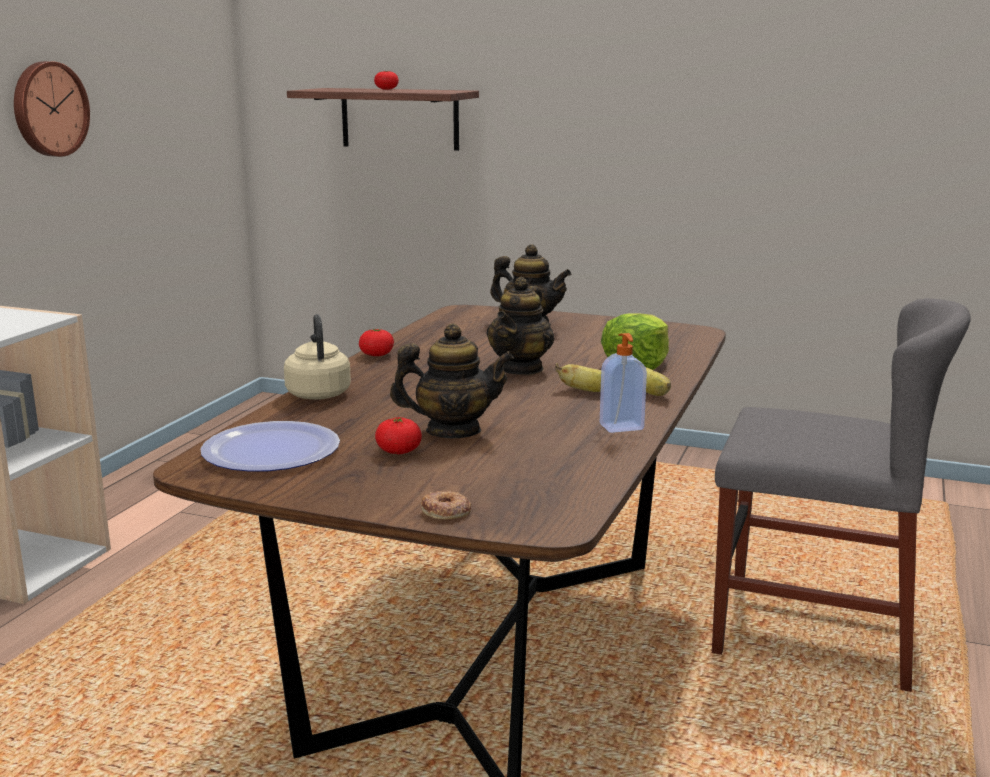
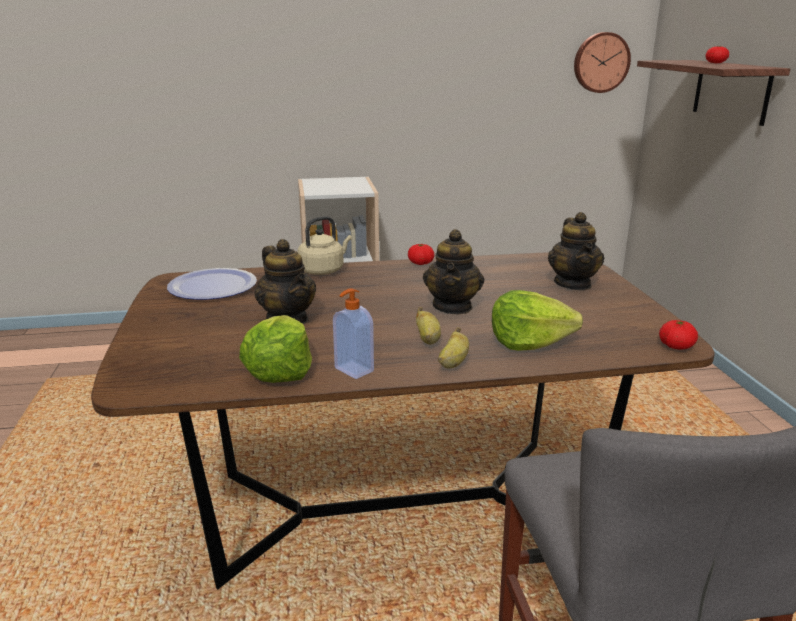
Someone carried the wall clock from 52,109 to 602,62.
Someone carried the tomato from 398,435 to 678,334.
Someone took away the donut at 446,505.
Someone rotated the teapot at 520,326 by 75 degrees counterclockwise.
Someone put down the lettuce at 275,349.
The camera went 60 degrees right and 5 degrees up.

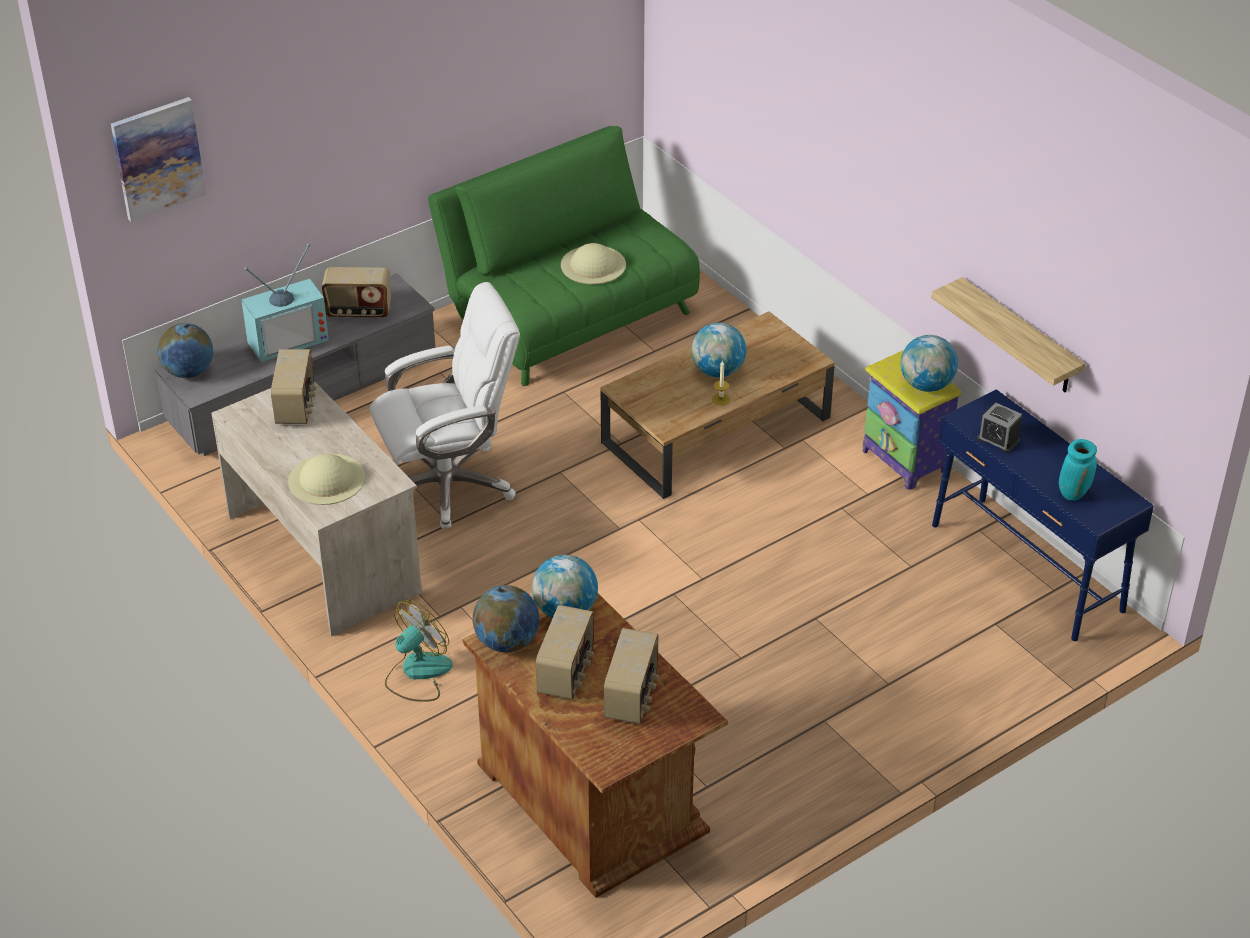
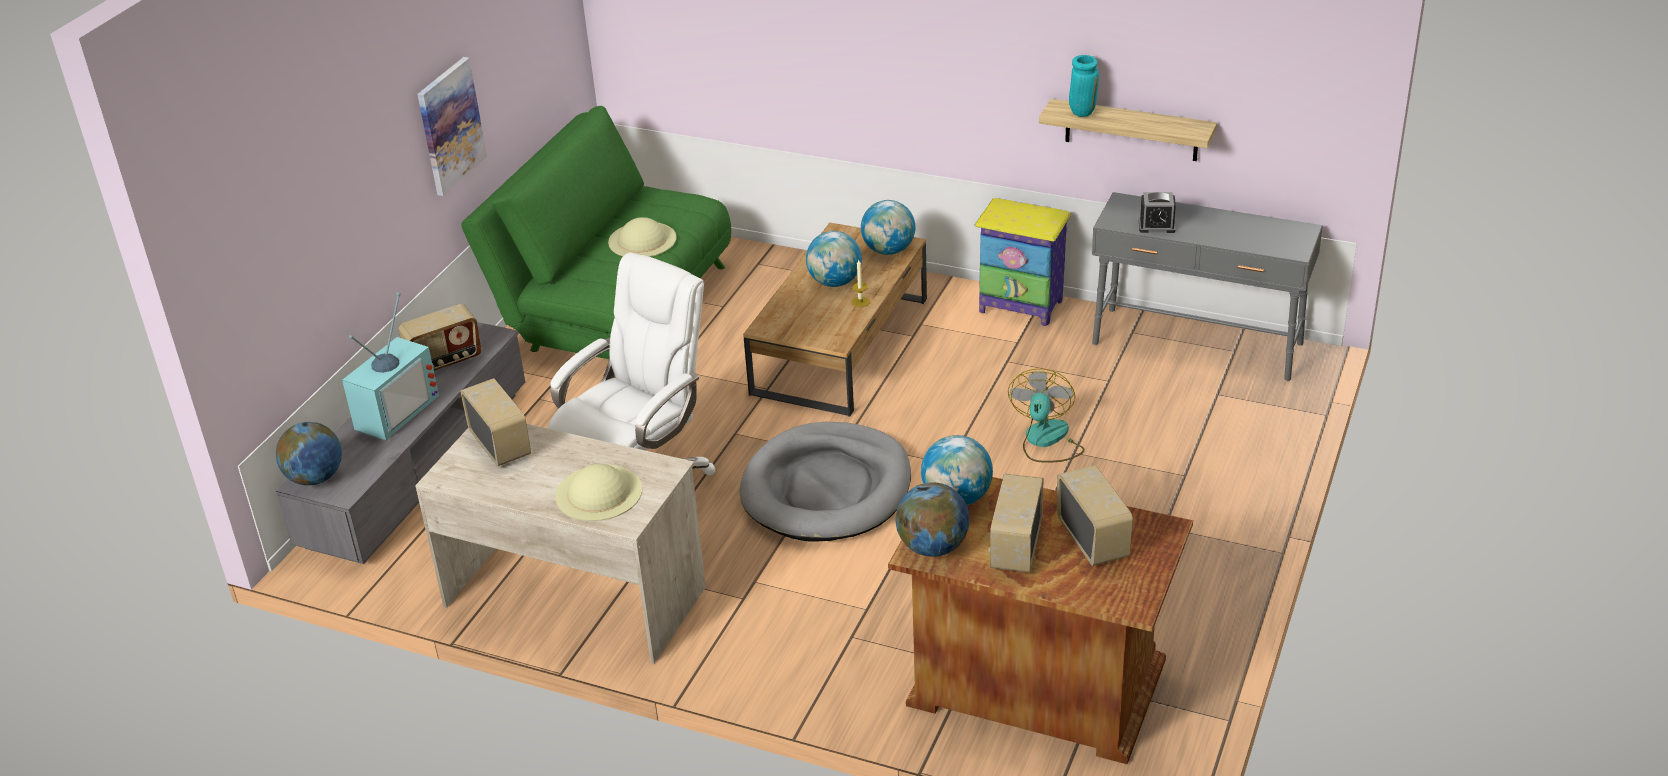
Someone carried the picture from 158,159 to 452,126.
Someone carried the fan from 419,651 to 1046,416.
Someone rotated the radio at 565,652 by 150 degrees counterclockwise.
Someone carried the globe from 929,363 to 888,227.
Someone repainted the blue console table at 1043,515, which became the grey console table at 1207,286.
Someone carried the turquoise vase from 1078,470 to 1084,86.
Someone put down the grey dog bed at 825,482.
The camera went 30 degrees left and 5 degrees down.

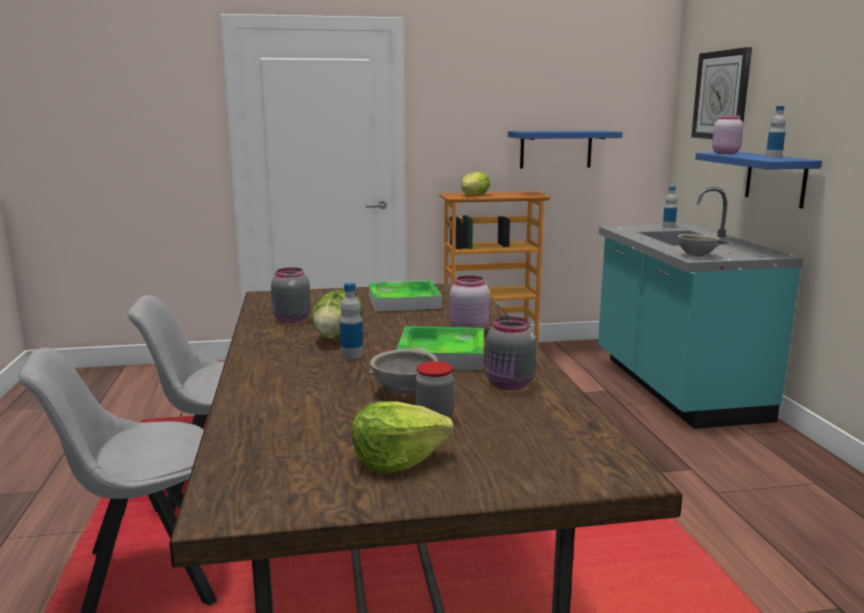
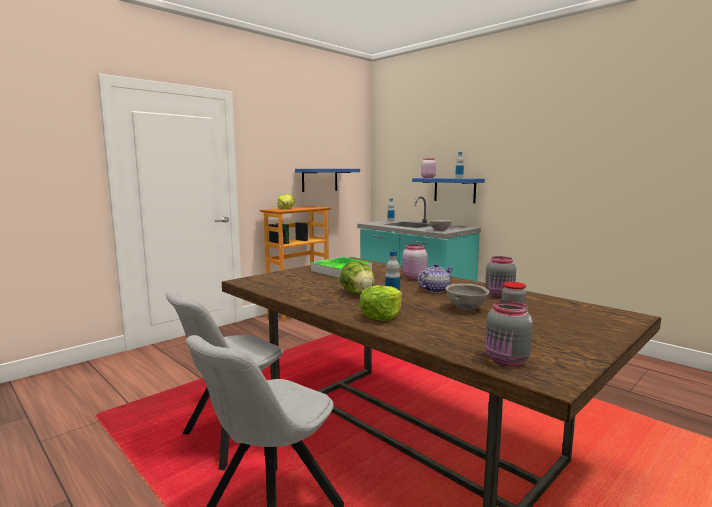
Someone carried the grey jar from 291,295 to 509,333.
Someone carried the lettuce from 403,437 to 380,303.
Someone swapped the tray at 440,348 for the teapot at 435,278.
Someone took away the wall clock at 721,93.
The camera went 35 degrees left and 5 degrees down.

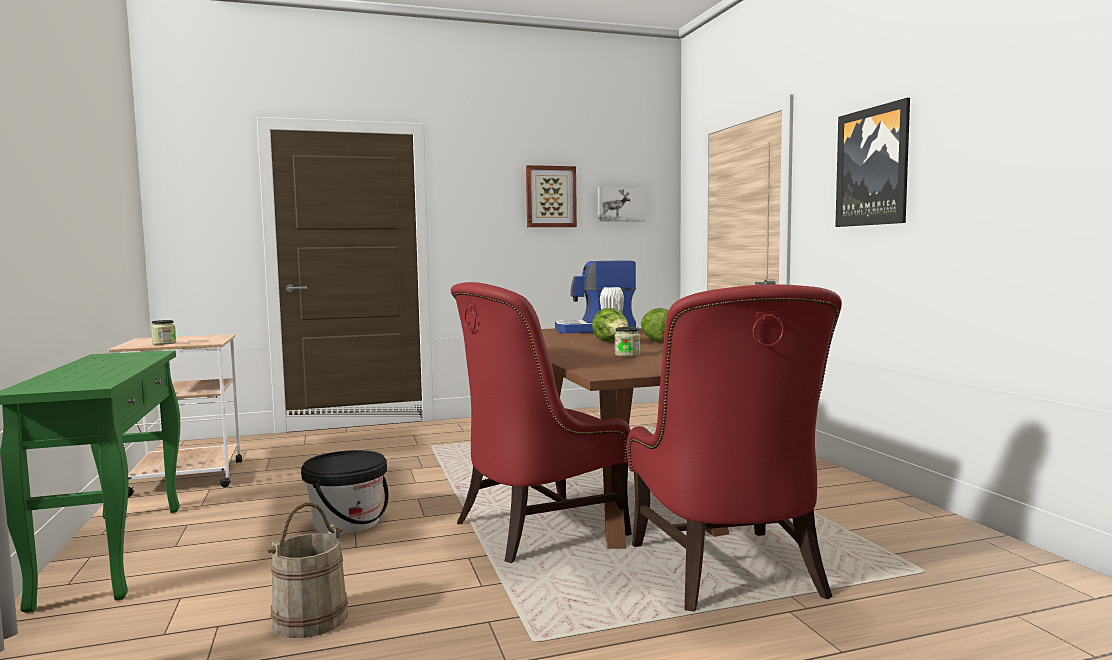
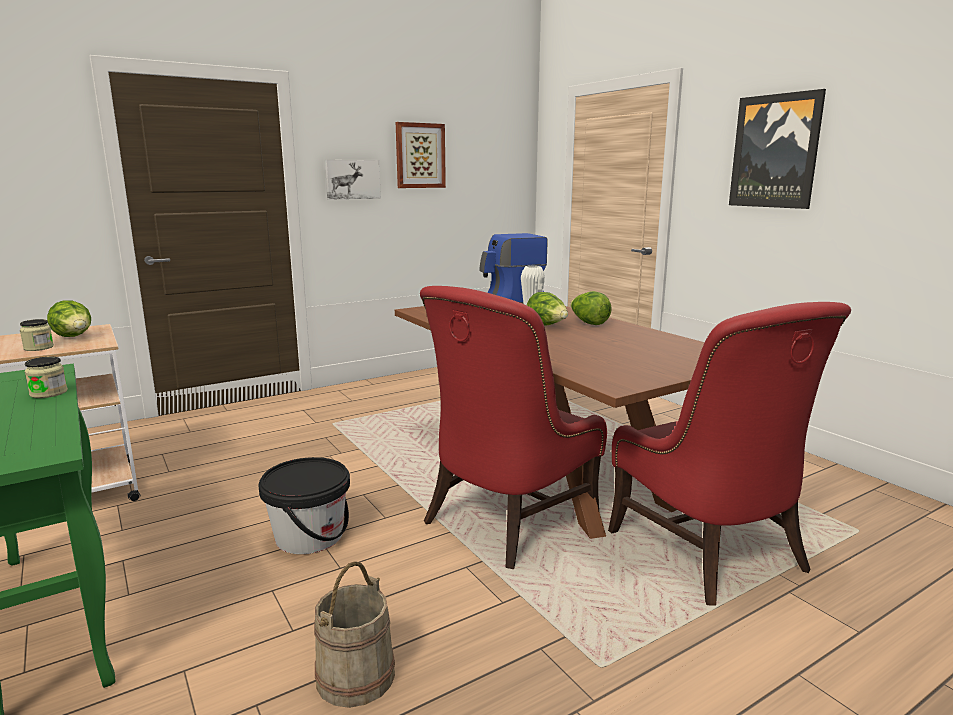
Someone carried the picture from 621,204 to 353,180.
Someone carried the jar from 627,342 to 46,377.
Someone put down the lettuce at 69,318.
The camera went 15 degrees left and 10 degrees up.

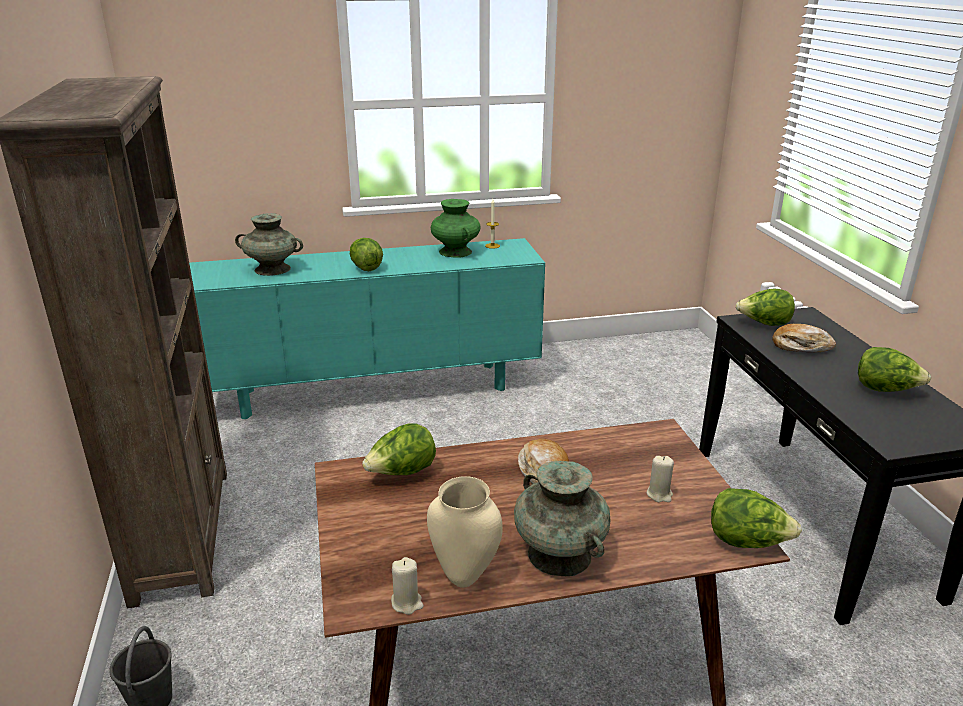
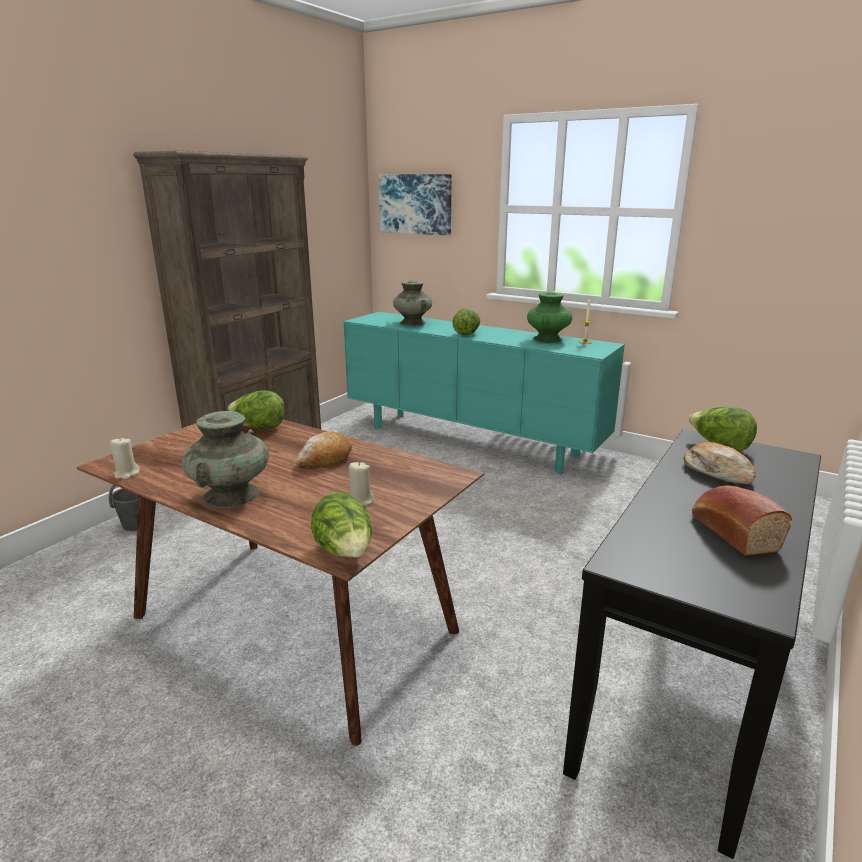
Someone took away the beige vase at 465,532.
Someone swapped the lettuce at 894,369 for the bread at 742,521.
Someone put up the picture at 415,204.
The camera went 45 degrees right and 5 degrees down.

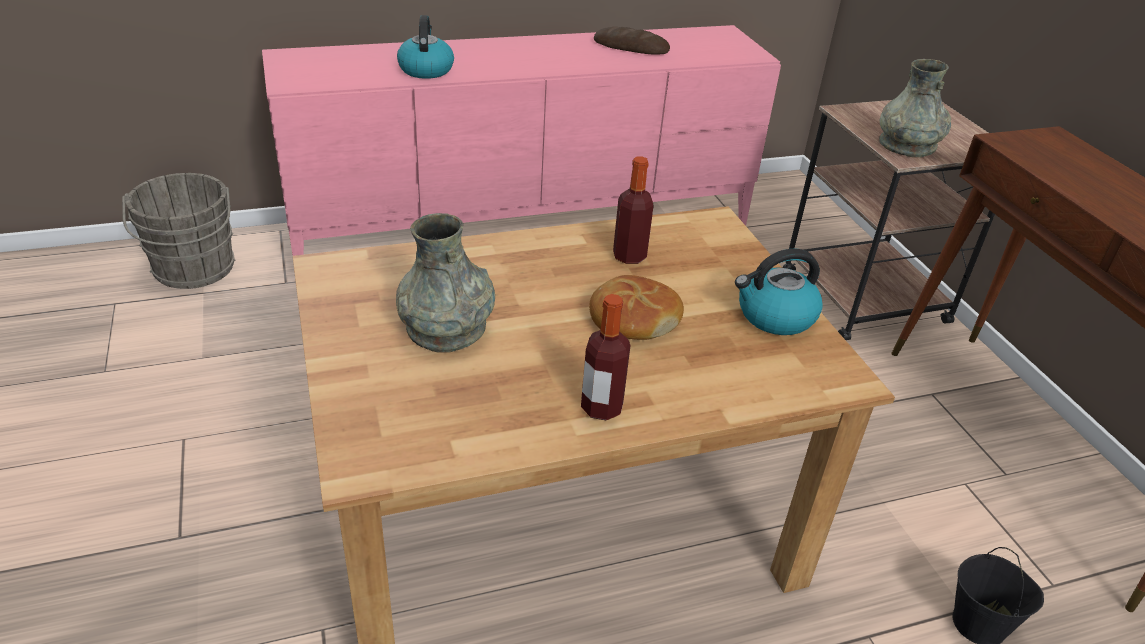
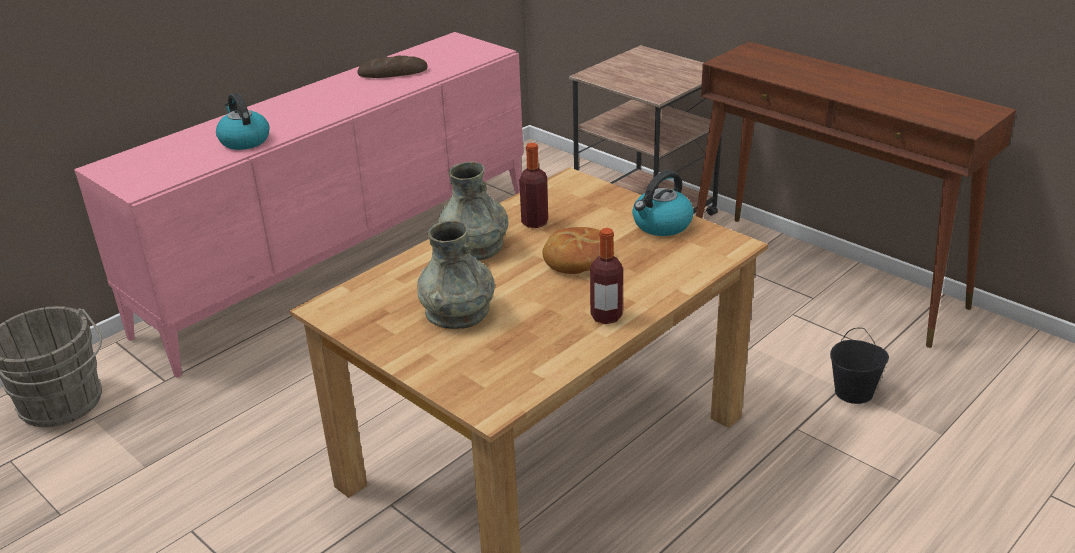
Someone carried the grey vase from 915,108 to 473,211.
The camera went 25 degrees left and 5 degrees down.

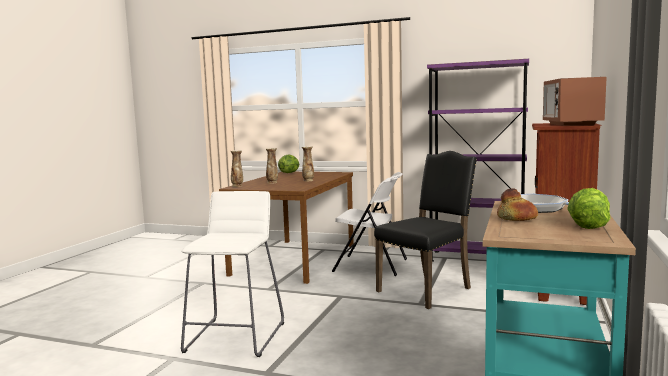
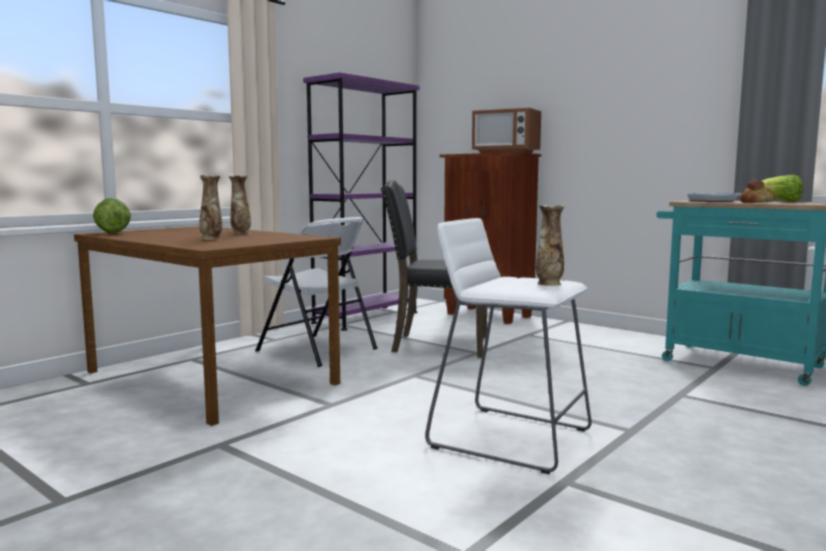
Someone carried the vase from 236,168 to 550,245.
Someone rotated the white chair at 369,224 by 90 degrees clockwise.
Someone rotated the black chair at 425,230 by 60 degrees counterclockwise.
The camera went 70 degrees left and 0 degrees up.

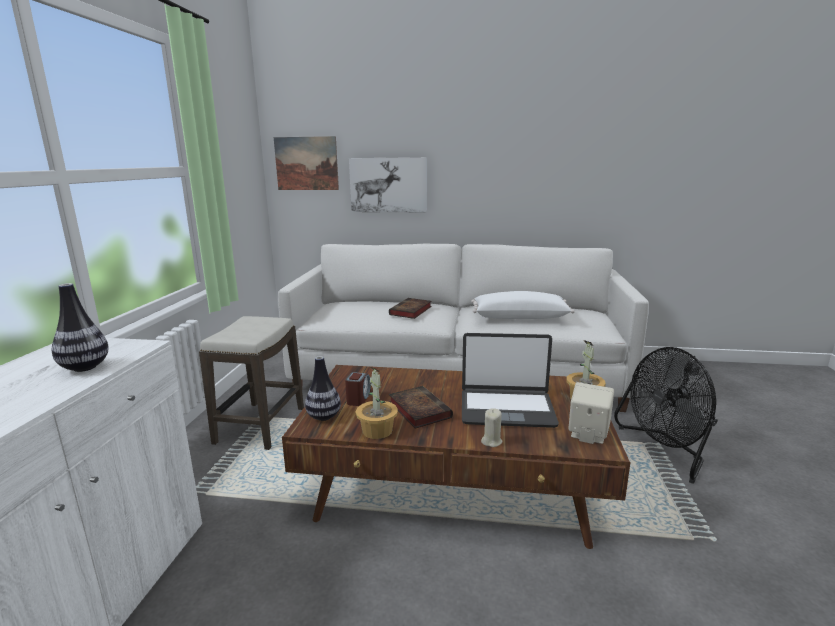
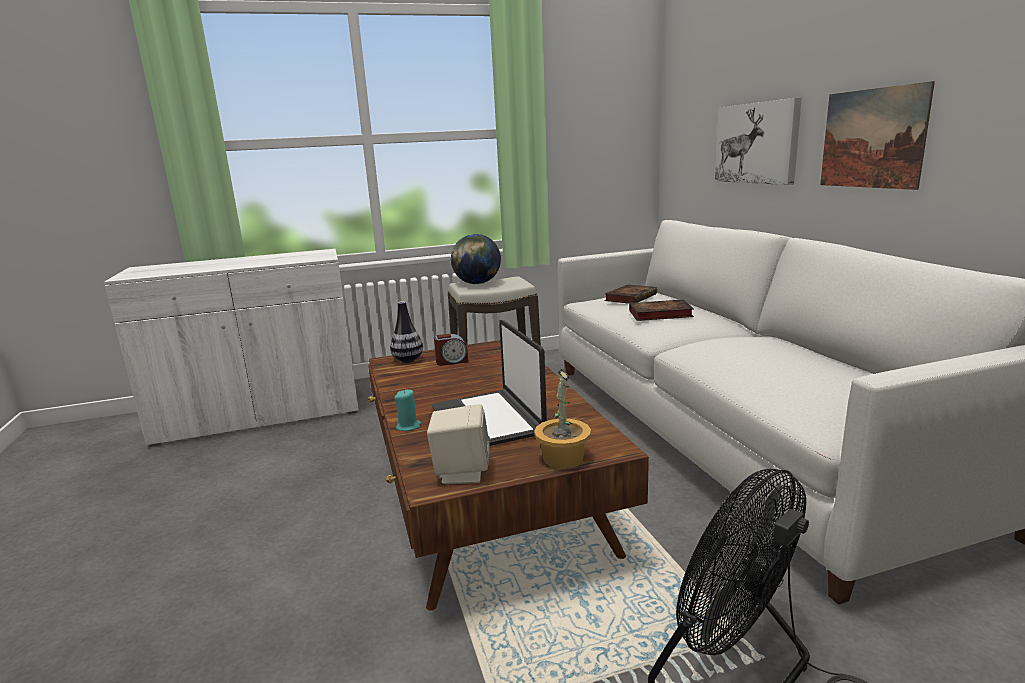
Someone took away the vase at 80,327.
Someone carried the picture from 306,163 to 877,135.
Someone took away the potted plant at 377,403.
Someone carried the book from 421,407 to 630,294.
Someone took away the white pillow at 523,305.
Someone repainted the beige candle at 491,427, which became the turquoise candle at 407,410.
Someone put down the globe at 476,259.
The camera went 65 degrees right and 0 degrees up.

